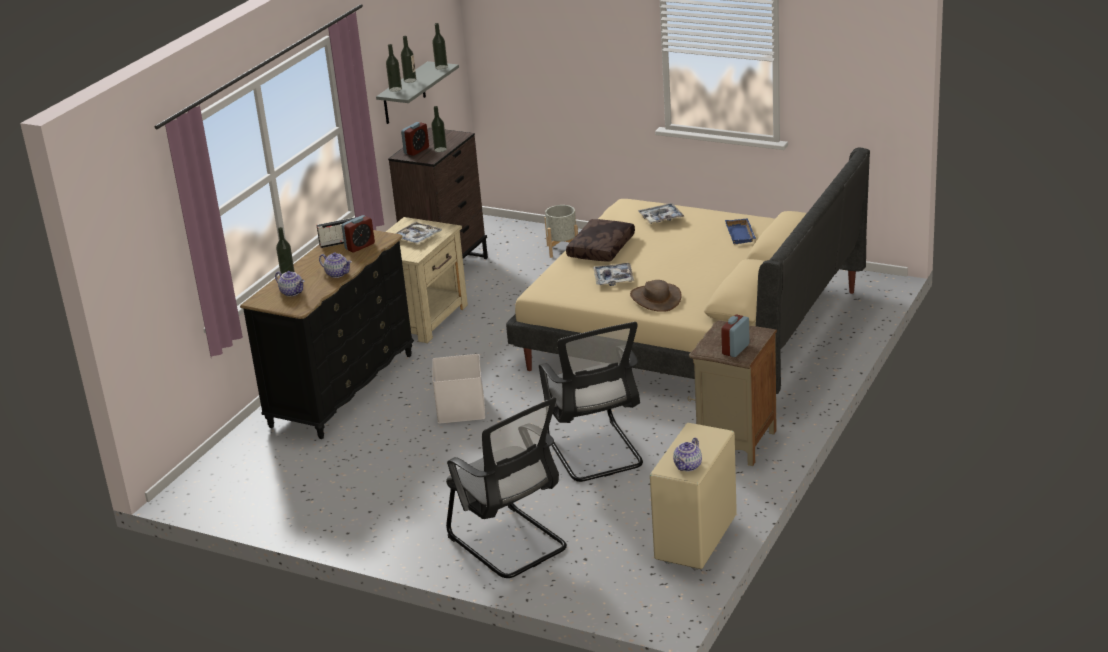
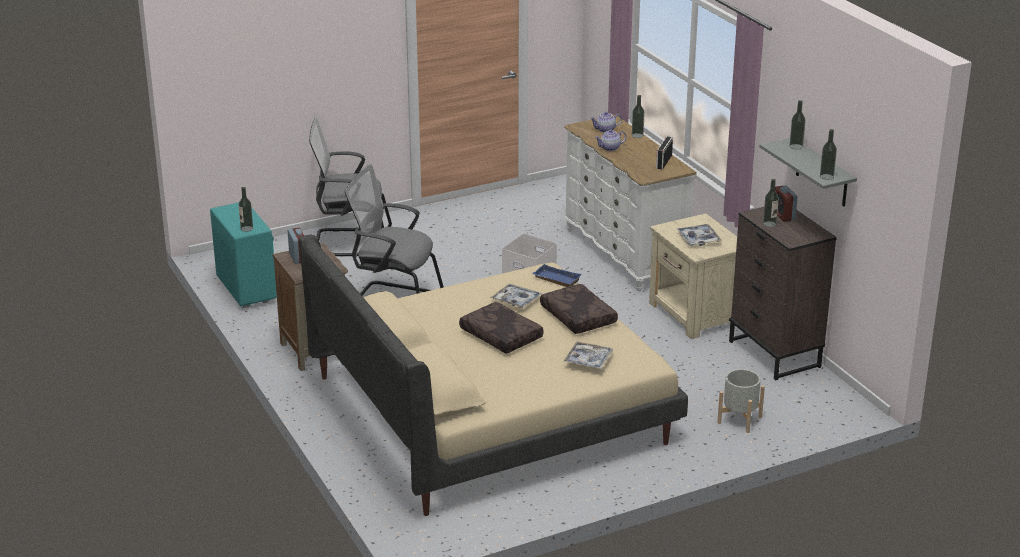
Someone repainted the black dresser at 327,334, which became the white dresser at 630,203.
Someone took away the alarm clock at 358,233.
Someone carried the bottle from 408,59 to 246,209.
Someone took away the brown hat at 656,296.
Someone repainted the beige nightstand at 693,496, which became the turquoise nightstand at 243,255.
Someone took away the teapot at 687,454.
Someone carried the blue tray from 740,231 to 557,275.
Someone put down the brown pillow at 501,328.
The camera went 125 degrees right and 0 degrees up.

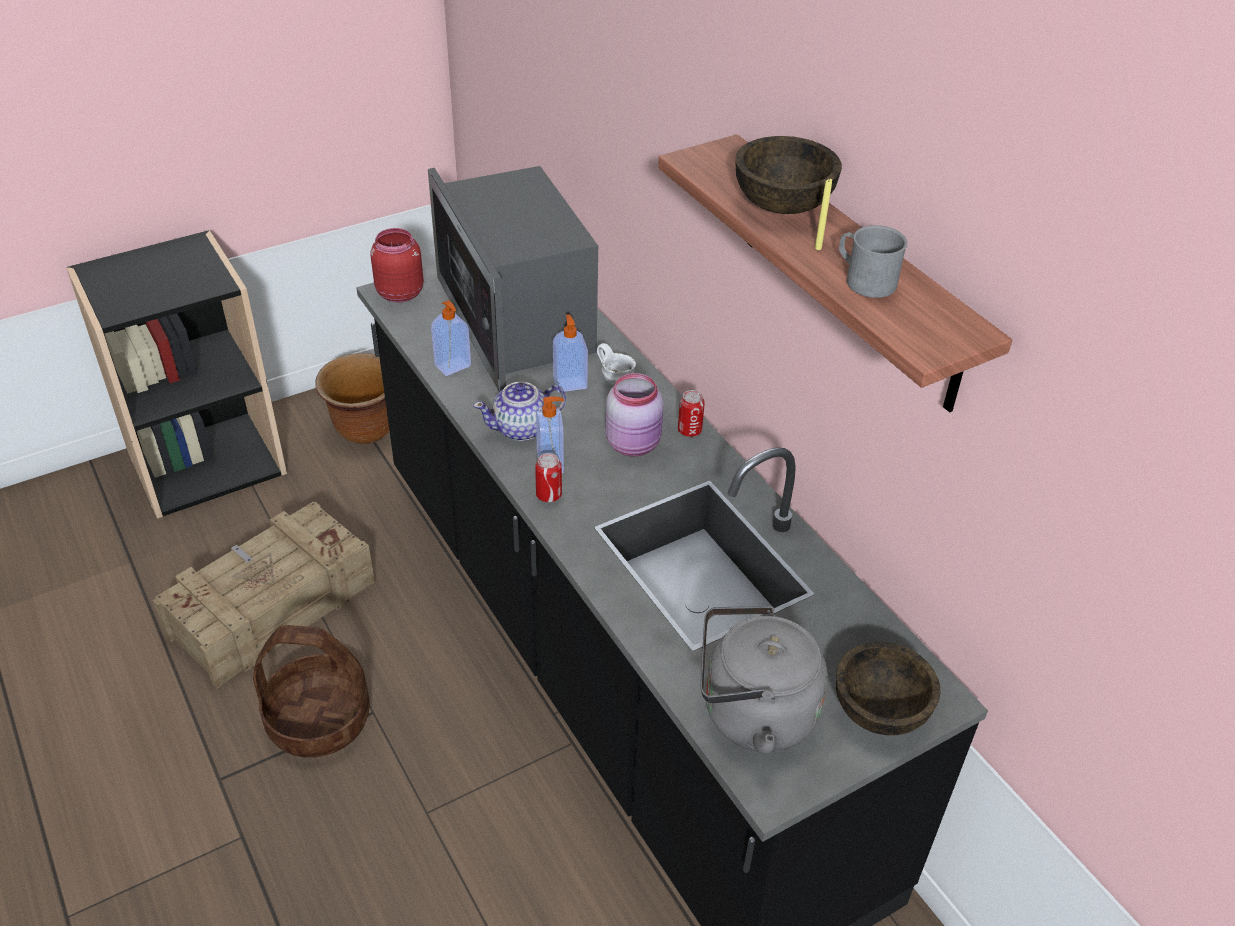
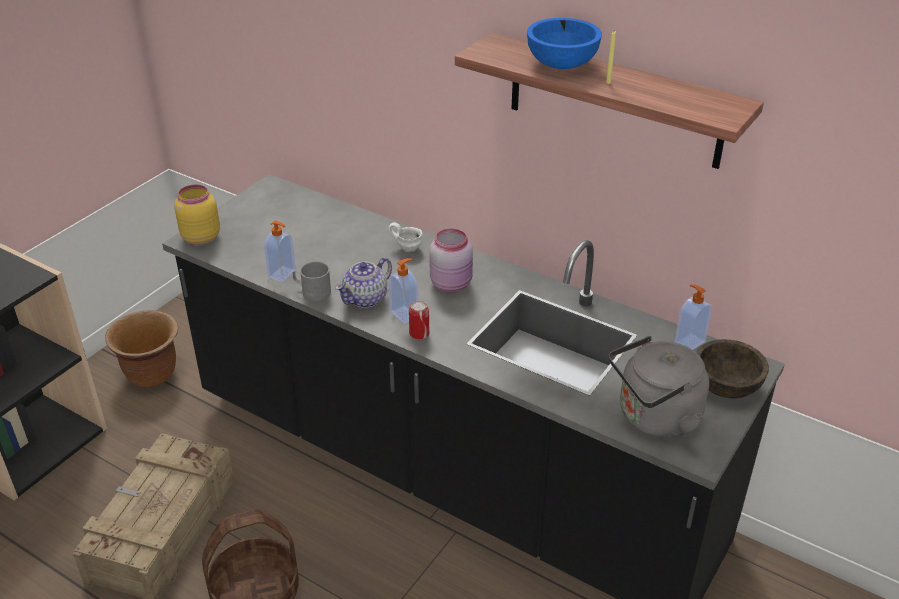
Someone repainted the red jar at 397,265, which became the yellow jar at 197,214.
Someone took away the microwave at 513,279.
Someone carried the soap dispenser from 570,353 to 693,317.
Someone took away the can at 691,413.
Someone repainted the brown bowl at 788,175, which became the blue bowl at 564,43.
Someone carried the grey mug from 873,261 to 312,281.
The camera went 25 degrees left and 5 degrees down.

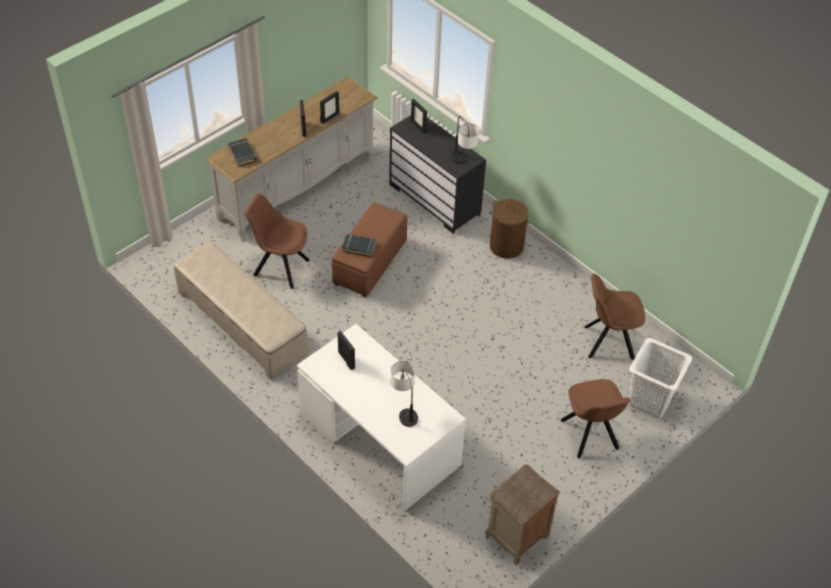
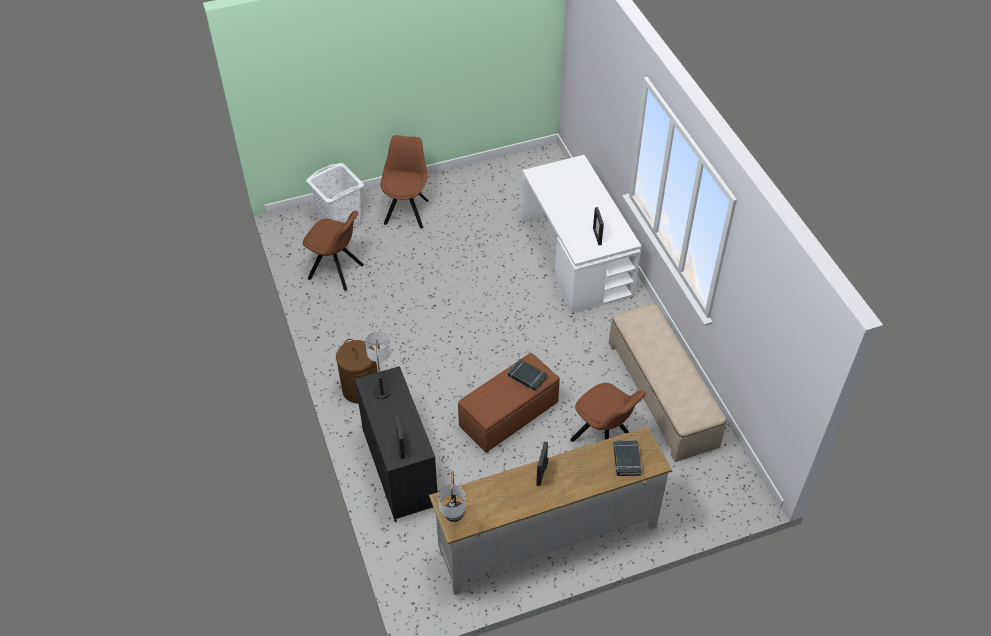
Someone took away the picture frame at 329,107.
Someone carried the table lamp from 404,394 to 452,496.
Someone took away the beige nightstand at 522,515.
The camera went 155 degrees left and 0 degrees up.

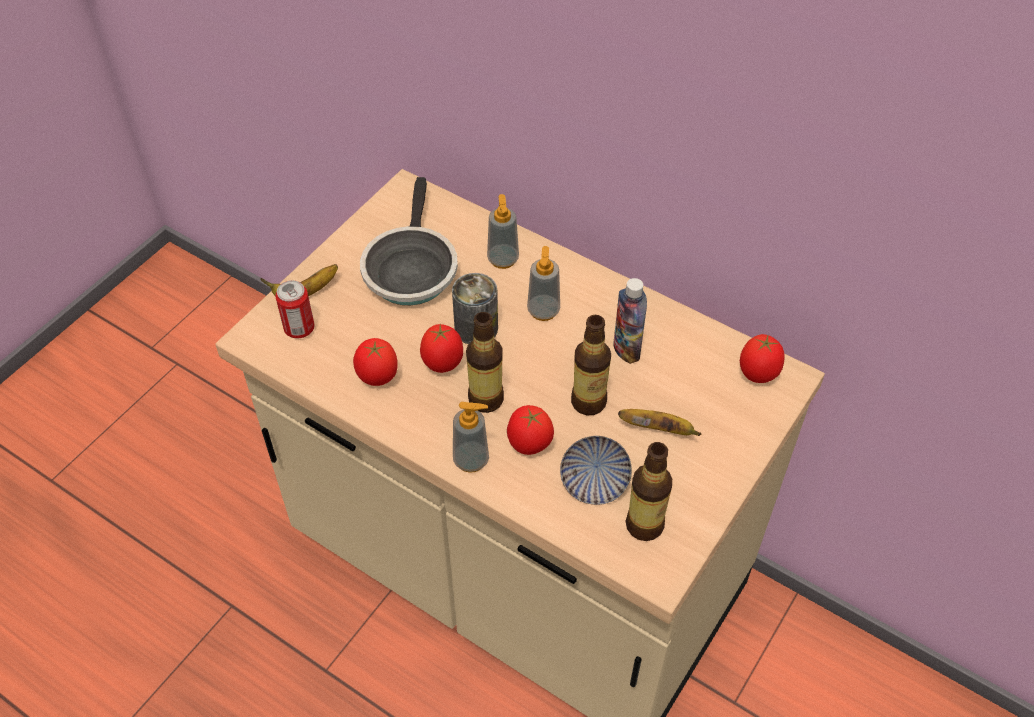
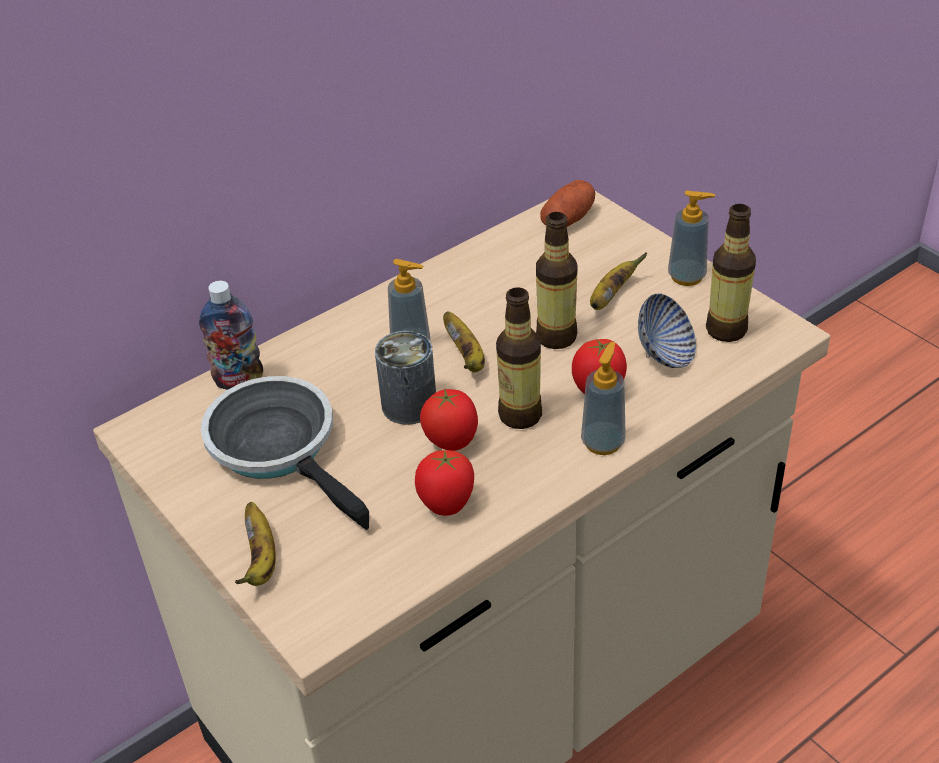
Someone took away the can at 295,309.
Someone rotated the frying pan at 409,241 by 150 degrees counterclockwise.
Someone carried the soap dispenser from 503,231 to 691,238.
Someone carried the bottle from 630,321 to 231,335.
Someone swapped the tomato at 762,358 for the potato at 567,203.
Someone put down the banana at 464,342.
The camera went 70 degrees left and 10 degrees down.

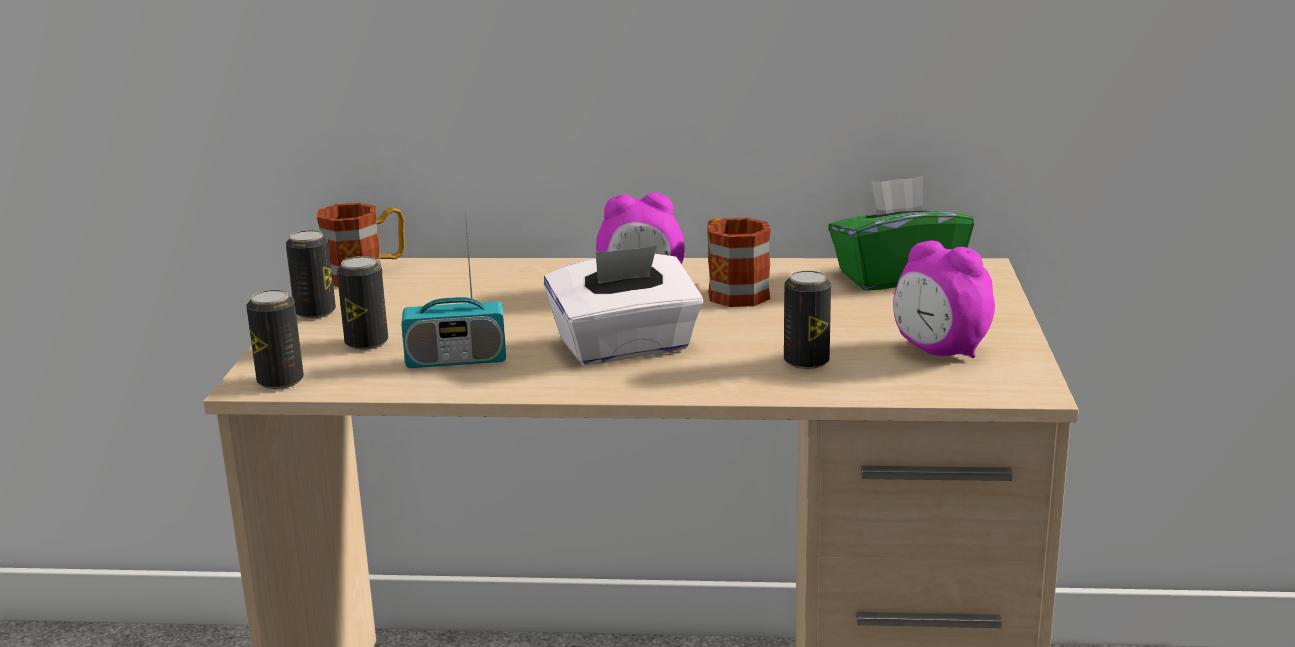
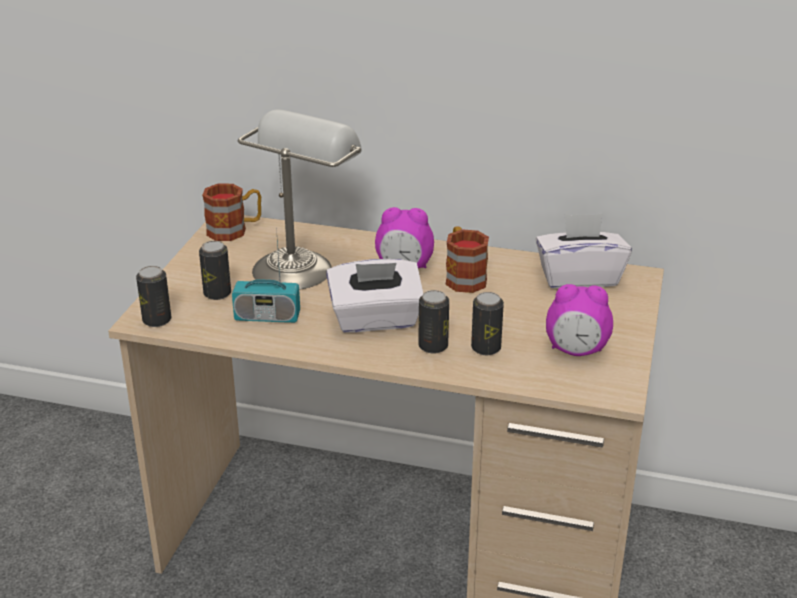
Someone carried the can from 311,274 to 433,322.
Someone repainted the green tissue box at 901,233, which became the white tissue box at 584,251.
Someone rotated the alarm clock at 944,299 by 45 degrees counterclockwise.
Someone put down the white table lamp at 300,199.
The camera went 10 degrees right and 10 degrees up.

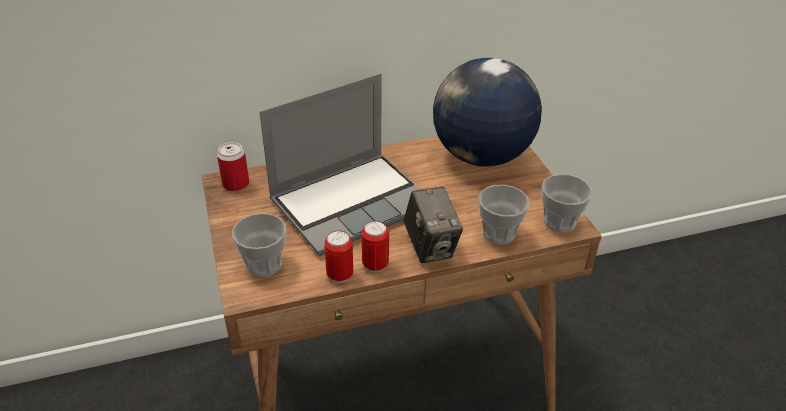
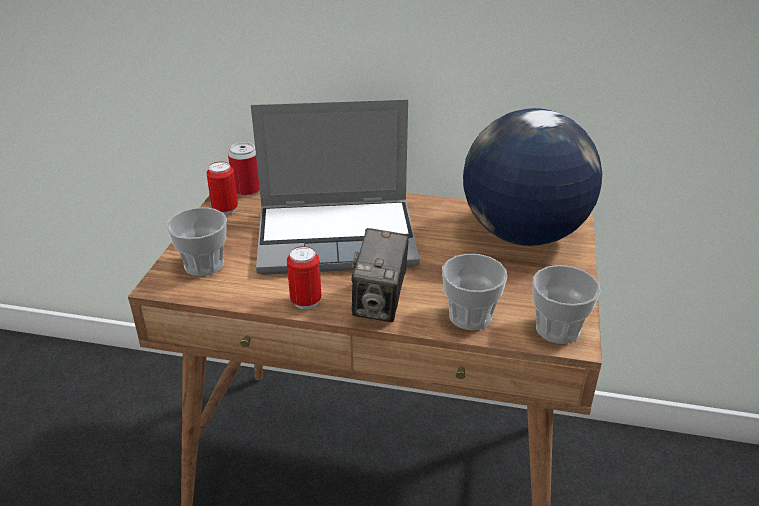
Someone carried the can from 338,256 to 222,188.
The camera went 30 degrees right and 5 degrees down.

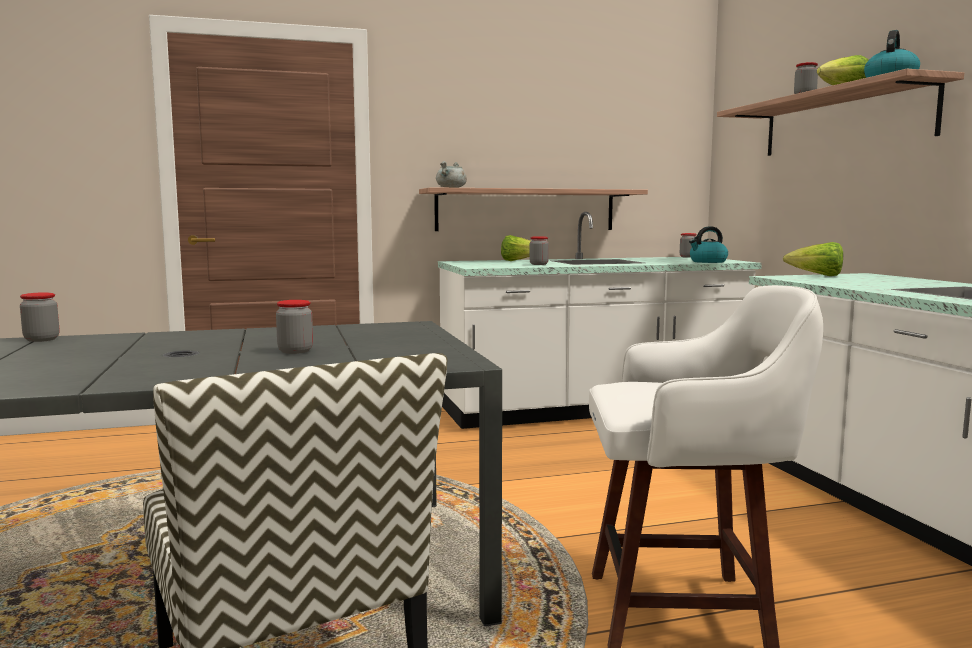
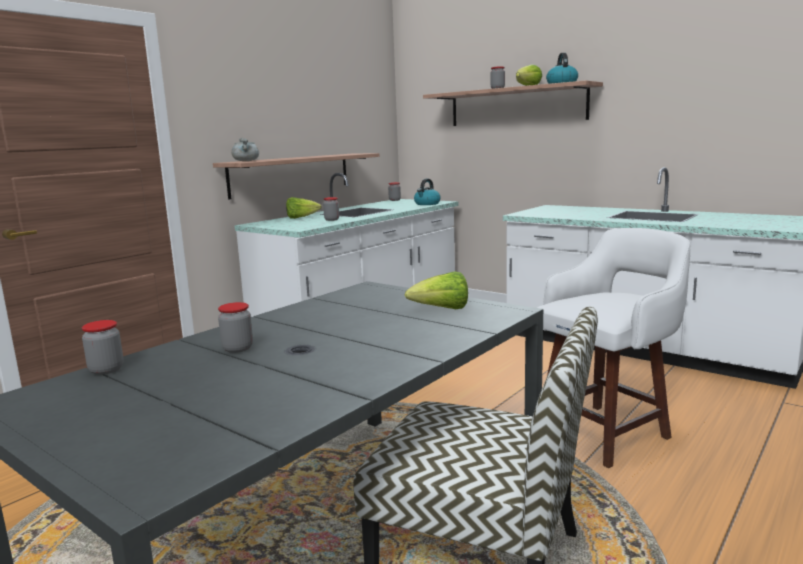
Someone carried the jar from 294,327 to 235,327.
Someone carried the lettuce from 813,259 to 436,290.
The camera went 35 degrees left and 5 degrees up.

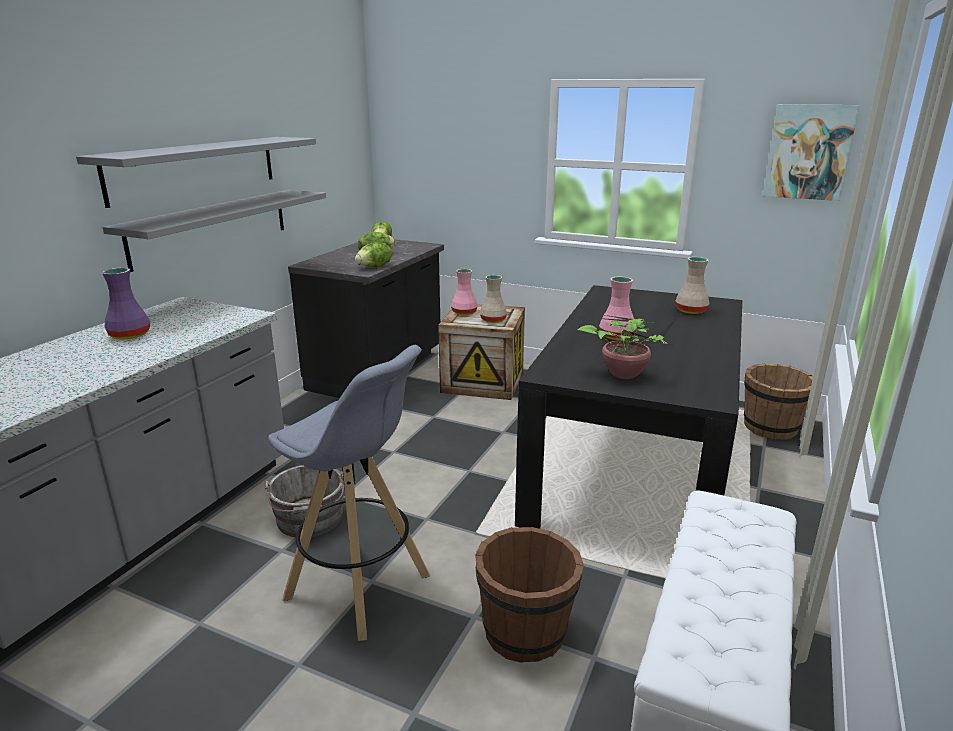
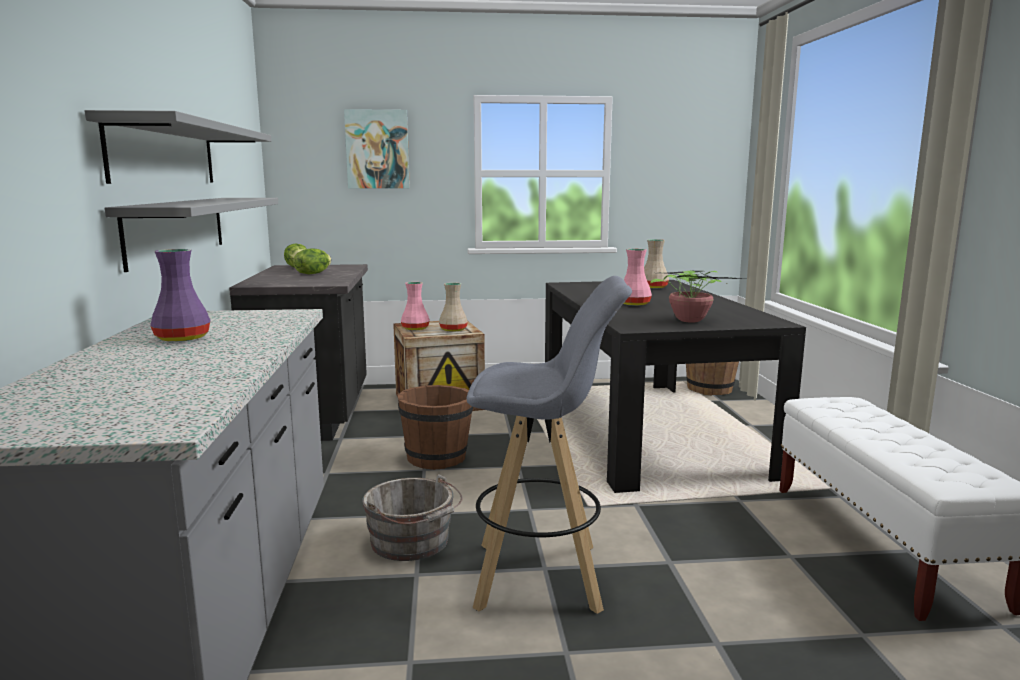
Someone took away the lettuce at 373,254.
Someone carried the brown bucket from 529,595 to 435,427.
Someone carried the picture from 811,152 to 377,149.
The camera went 30 degrees left and 10 degrees down.

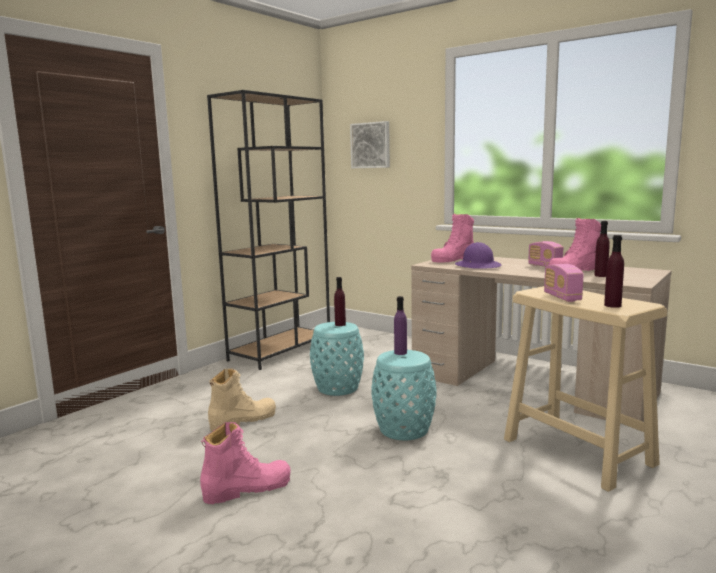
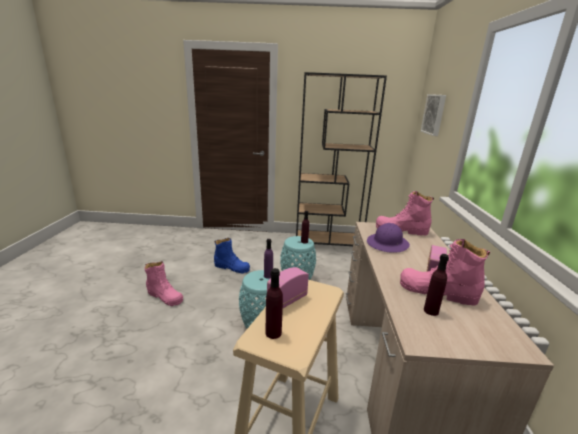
Someone repainted the beige boot at 242,399, which became the blue boot at 232,256.
The camera went 55 degrees right and 10 degrees up.

